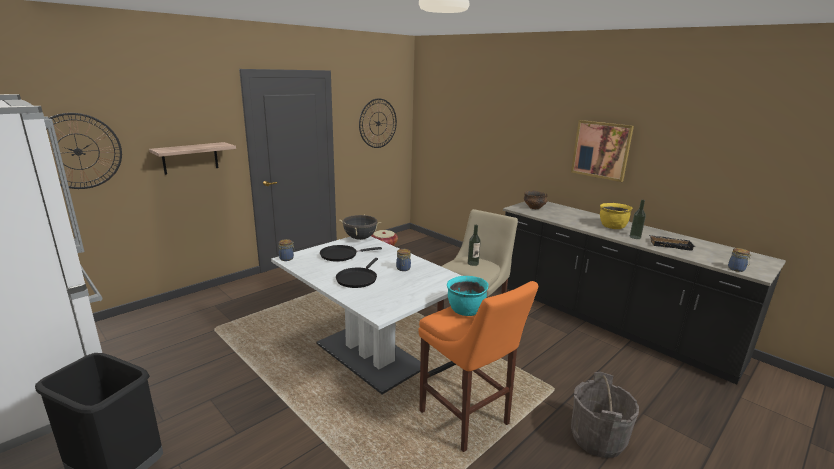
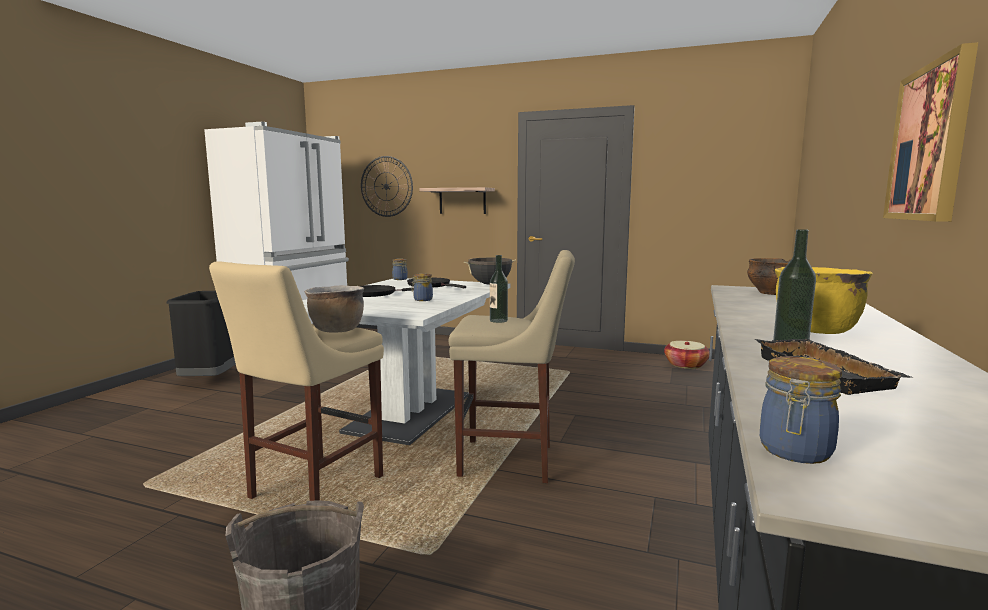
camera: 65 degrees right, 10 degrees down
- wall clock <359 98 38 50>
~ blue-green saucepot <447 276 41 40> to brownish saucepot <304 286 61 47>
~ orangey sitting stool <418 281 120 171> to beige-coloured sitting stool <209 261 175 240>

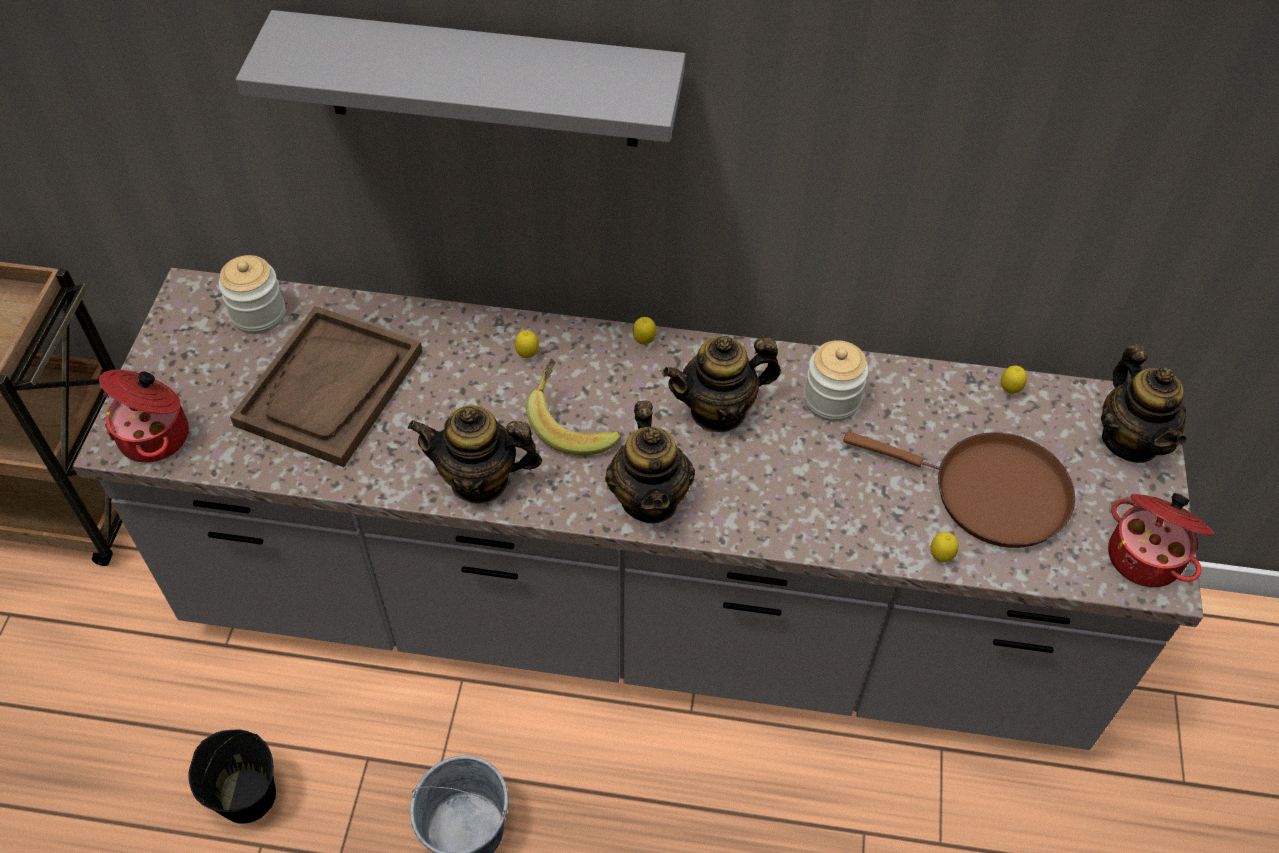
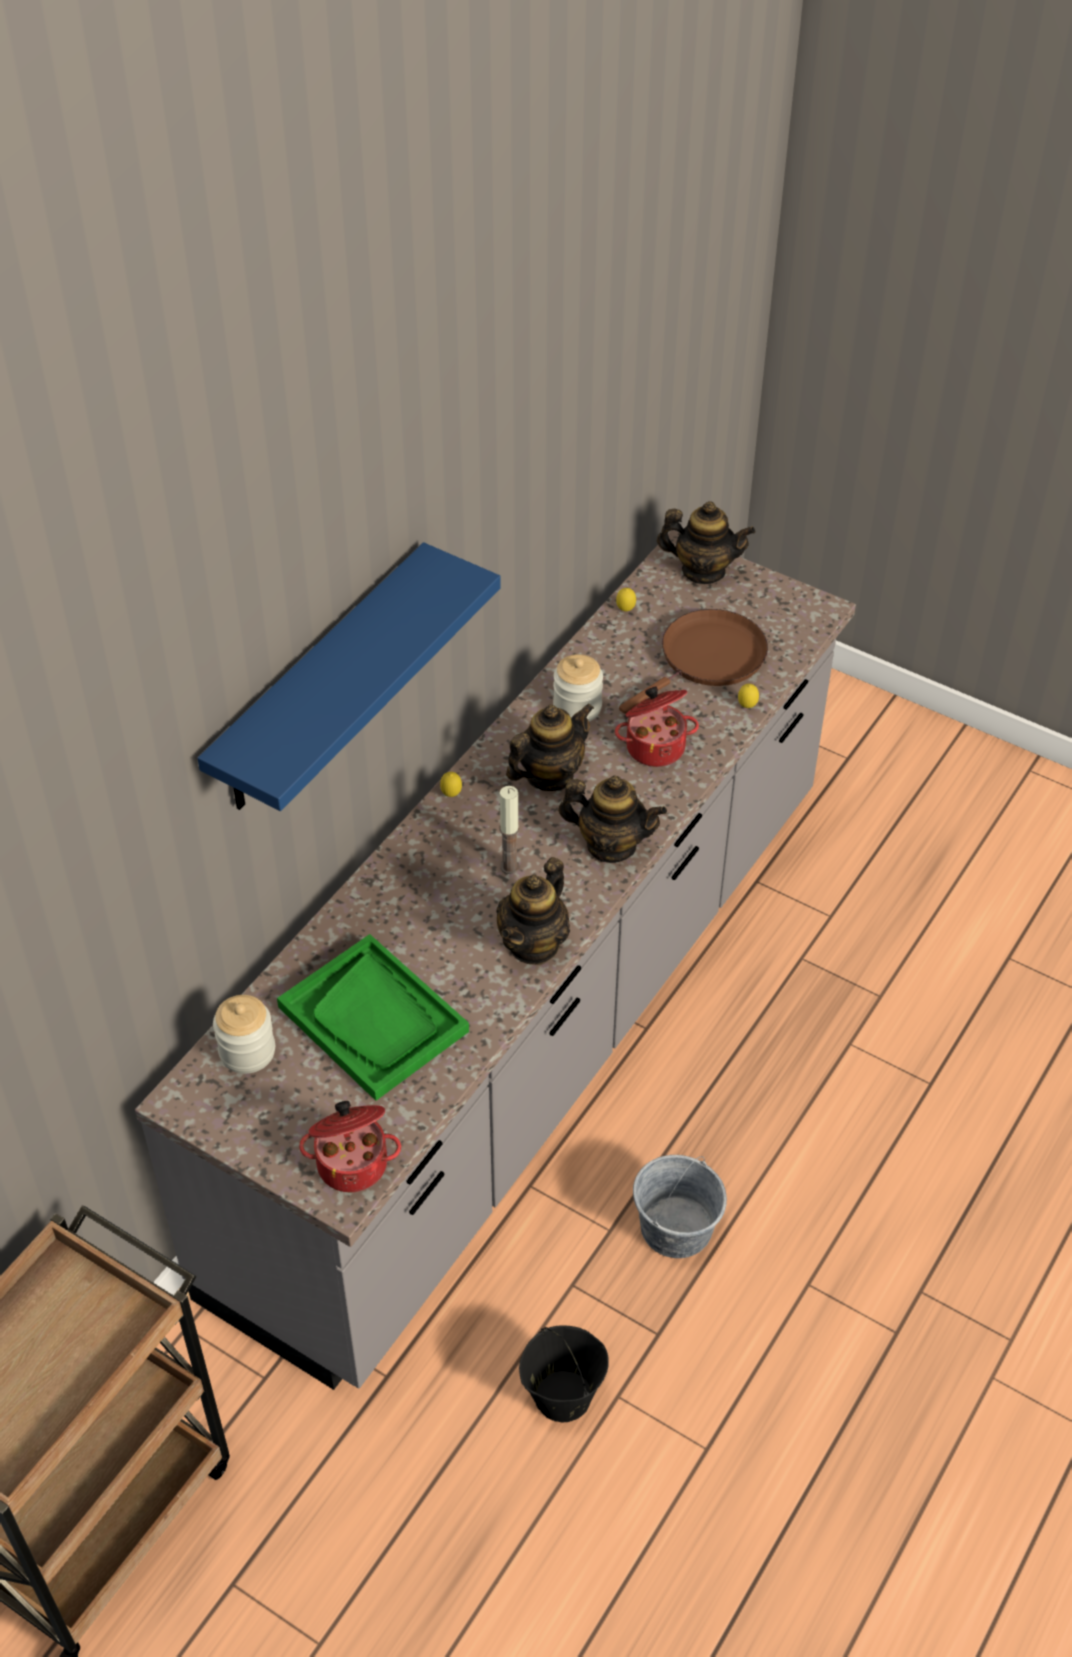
camera: 65 degrees left, 5 degrees down
~ gray wall shelf <236 10 449 137> to blue wall shelf <197 542 304 269>
~ brownish carrying tray <230 306 192 161> to greenish carrying tray <277 934 192 167>
- citrus fruit <515 330 24 28>
~ pot for tea <663 336 118 96> = <506 703 88 88> 135 degrees counterclockwise
~ banana <526 359 95 96> to candle <499 786 20 88>
~ saucepot <1108 493 106 94> to <615 686 84 81>

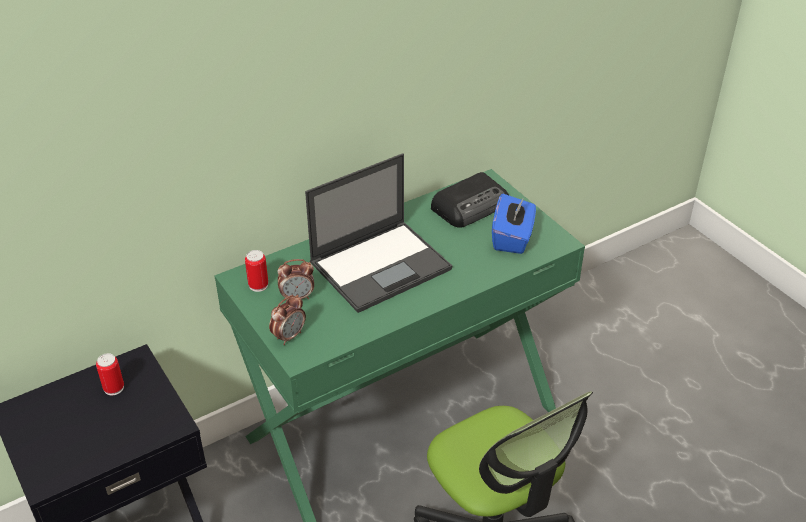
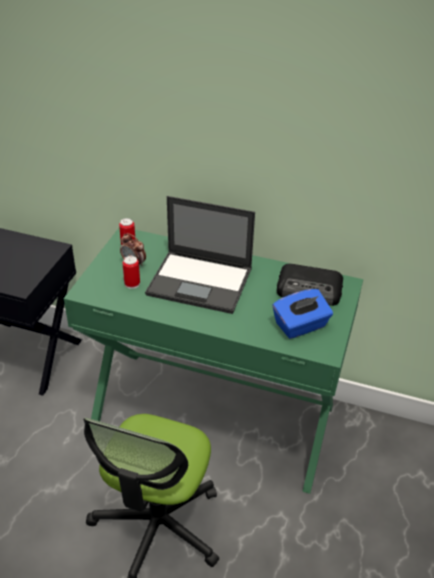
camera: 50 degrees right, 0 degrees up
- table clock <269 295 37 50>
~ sealed can <96 353 28 42> to <123 256 17 33>

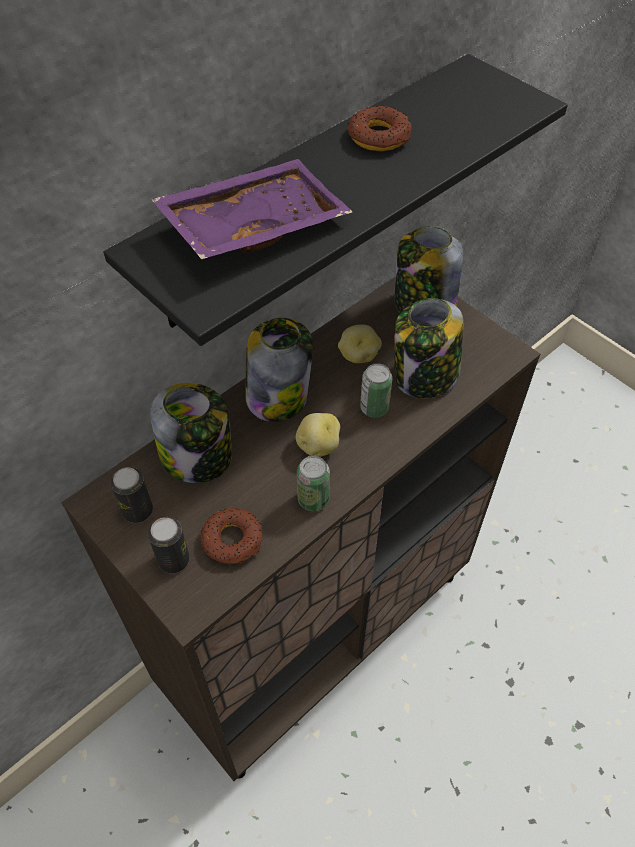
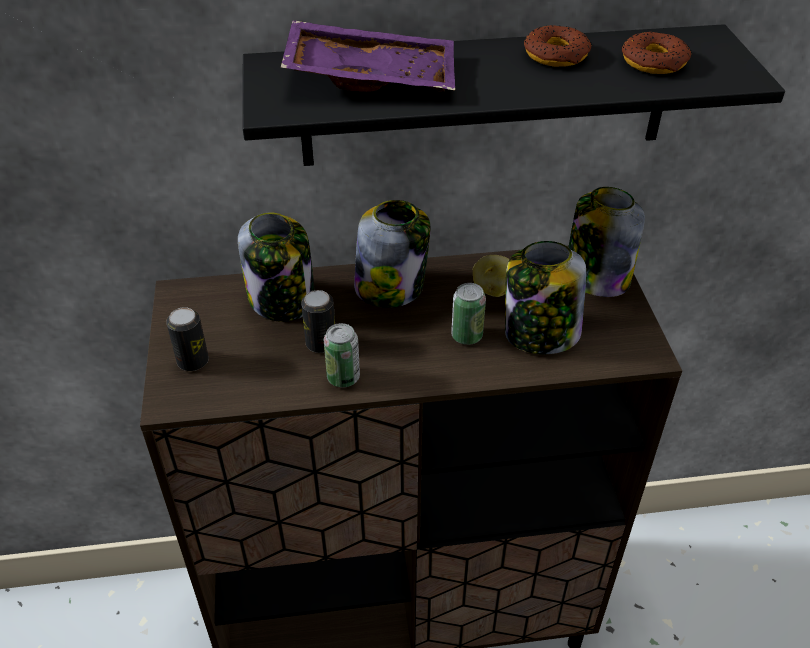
camera: 35 degrees right, 10 degrees down
- potato <296 413 44 44>
~ sealed can <111 467 42 56> to <301 290 34 63>
~ ring doughnut <200 508 63 56> to <622 32 70 42>

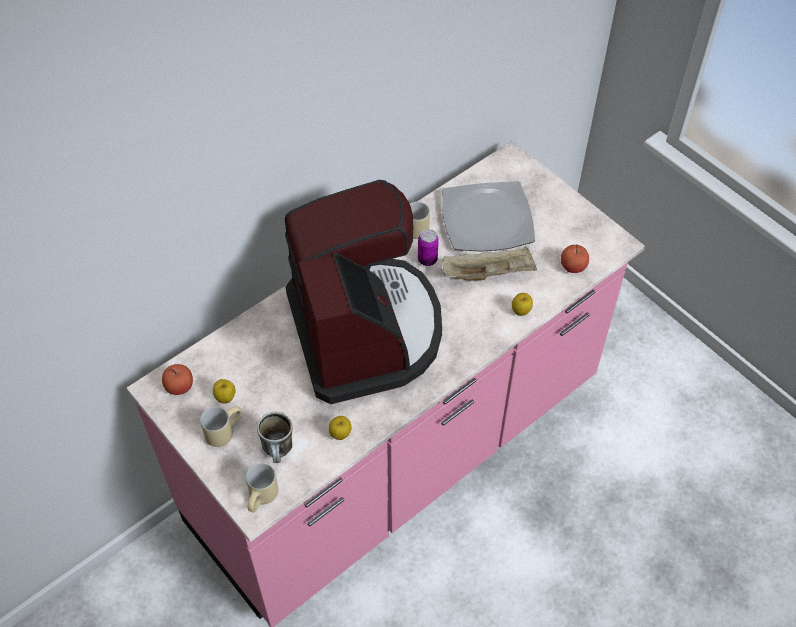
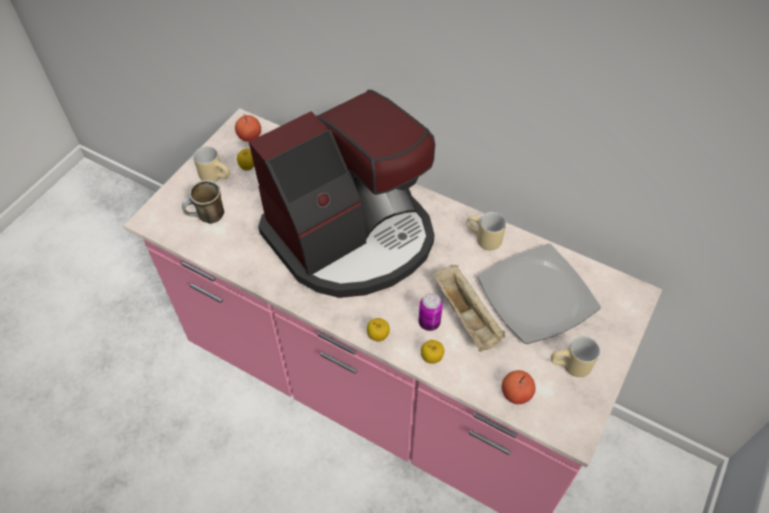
camera: 70 degrees right, 0 degrees up
~ sealed can <418 229 21 37> to <419 293 24 38>
~ whole apple <329 416 22 24> to <367 318 23 23>
~ beige-coloured tea mug <246 463 32 49> to <551 336 49 41>

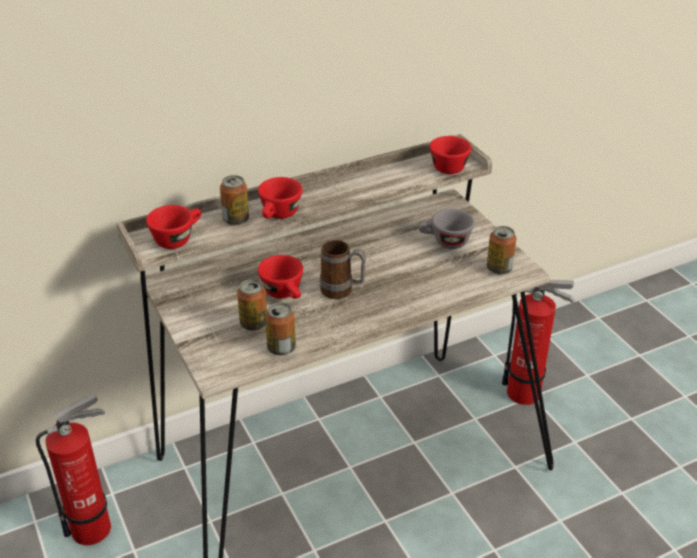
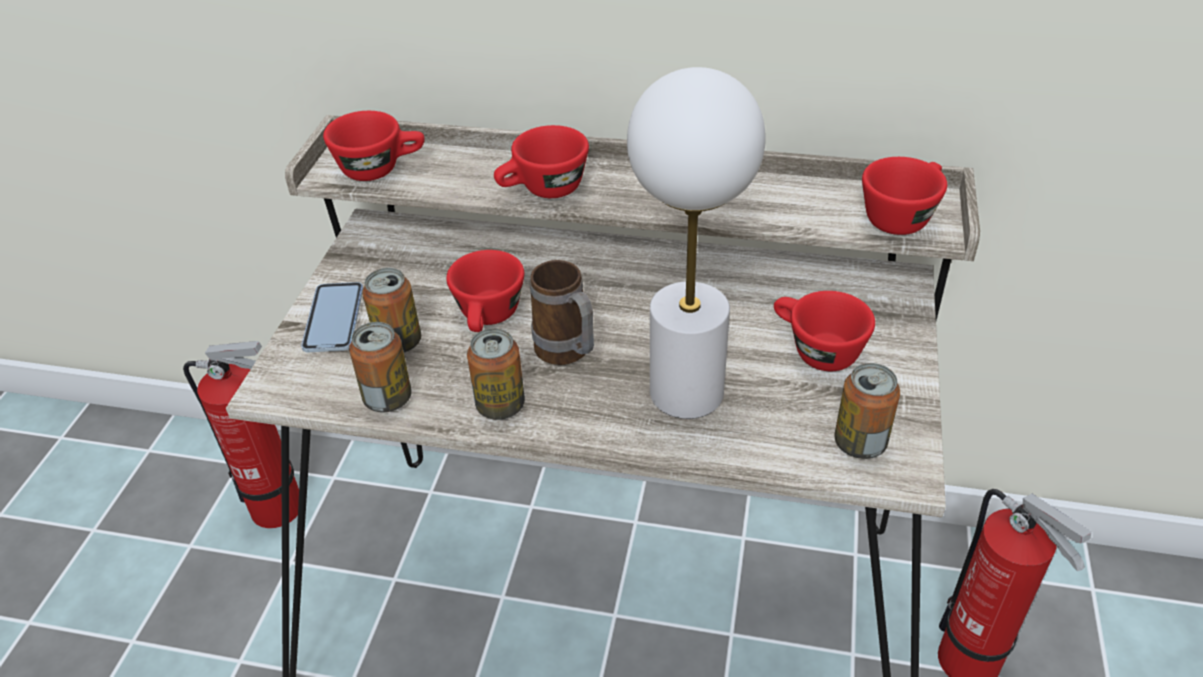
camera: 40 degrees right, 5 degrees up
~ sealed can <220 175 29 50> to <467 328 58 92>
~ gray small cup <419 209 56 40> to red small cup <774 291 101 80>
+ whitish table lamp <627 67 139 352>
+ telephone <301 282 62 70>

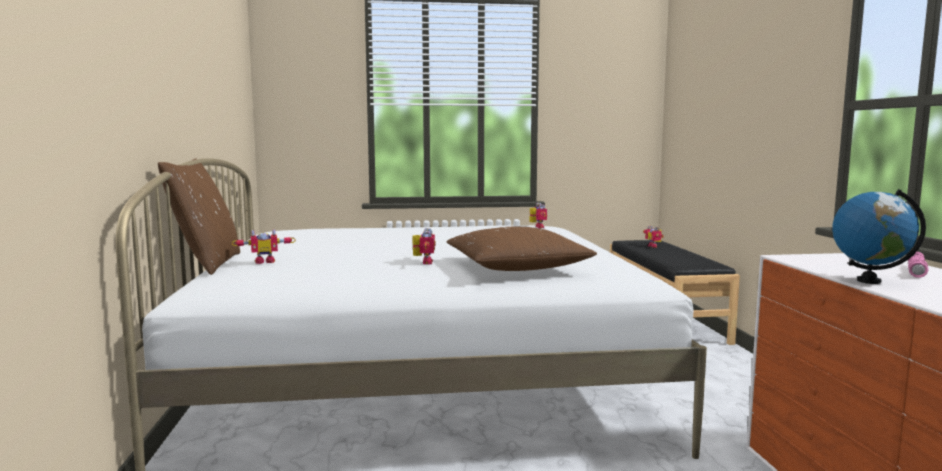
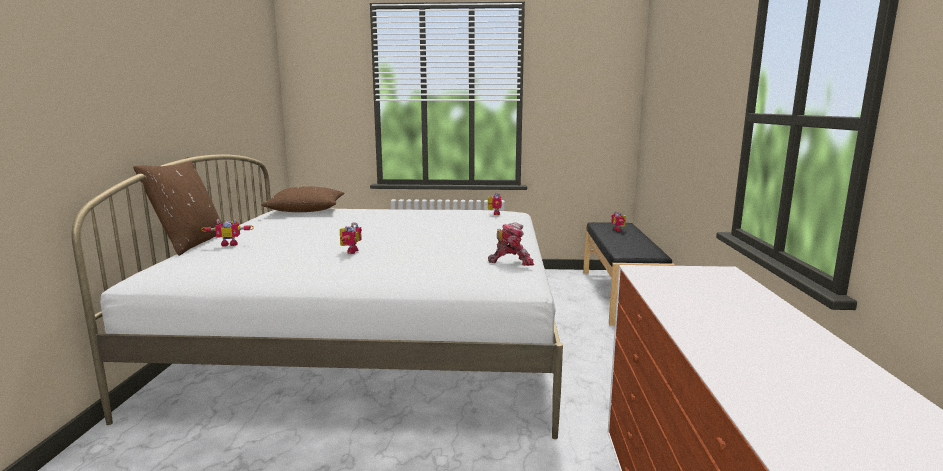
camera: 10 degrees right, 5 degrees up
- desk globe <832 189 94 95>
~ brownish pillow <447 227 150 44> to <261 186 83 26>
- pink torch <908 252 21 26>
+ model robot <488 222 46 44>

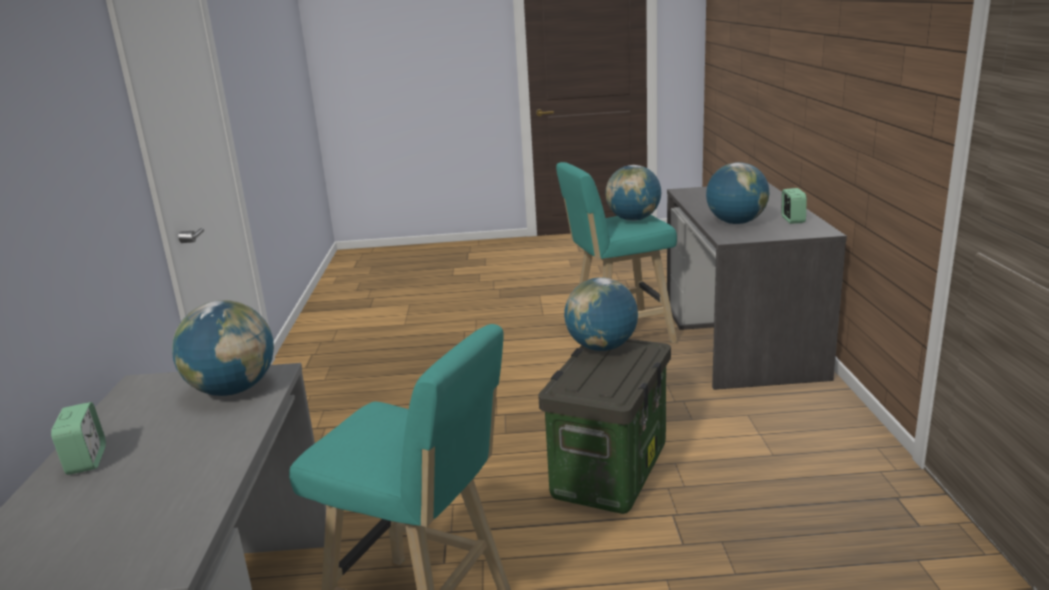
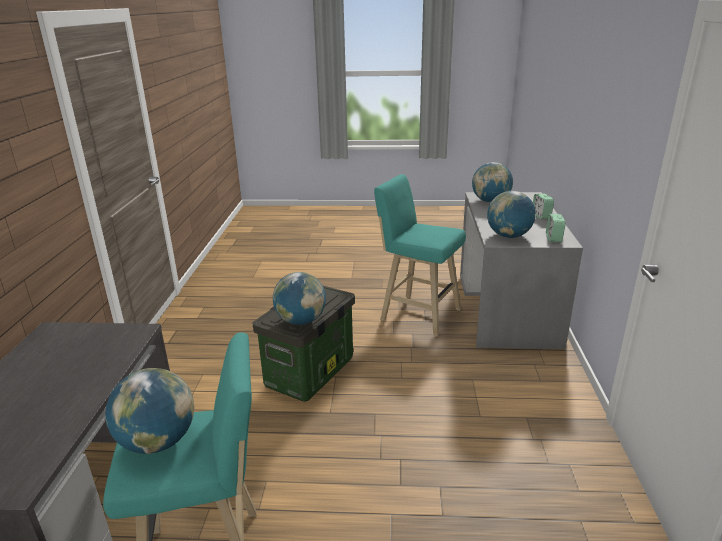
camera: 175 degrees left, 5 degrees up
~ desk globe <706 162 63 62> to <472 162 41 41>
~ table clock <782 188 25 36> to <546 214 20 28>

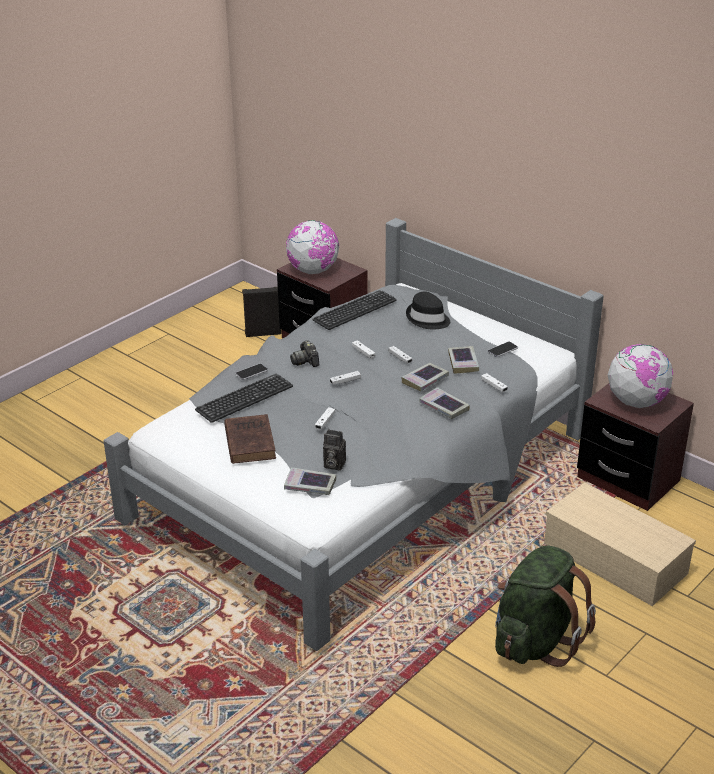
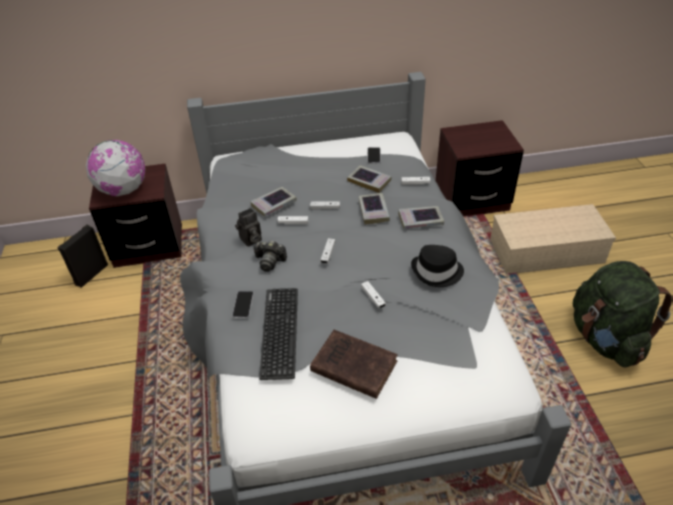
camera: 50 degrees left, 10 degrees up
- keyboard <312 290 85 40>
~ black wearable hat <406 291 44 38> to <411 245 53 42>
- desk globe <608 344 65 64>
~ photo camera <323 429 23 42> to <235 208 27 39>
~ book <284 467 52 28> to <250 187 47 30>

